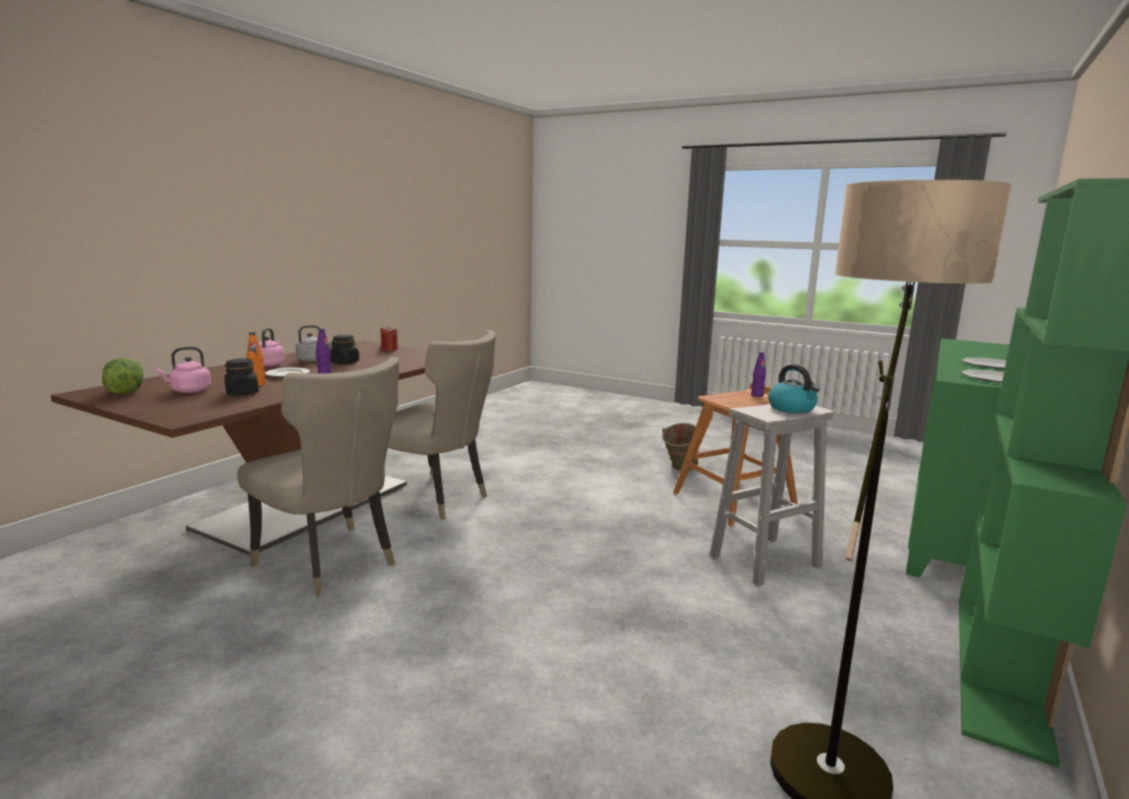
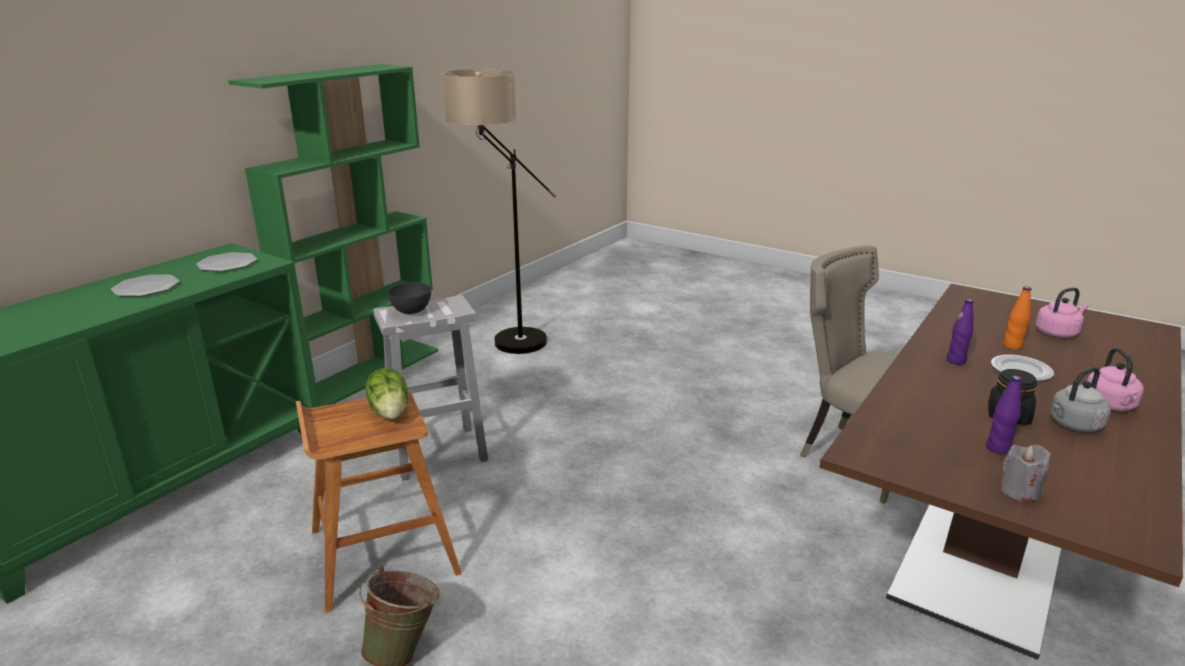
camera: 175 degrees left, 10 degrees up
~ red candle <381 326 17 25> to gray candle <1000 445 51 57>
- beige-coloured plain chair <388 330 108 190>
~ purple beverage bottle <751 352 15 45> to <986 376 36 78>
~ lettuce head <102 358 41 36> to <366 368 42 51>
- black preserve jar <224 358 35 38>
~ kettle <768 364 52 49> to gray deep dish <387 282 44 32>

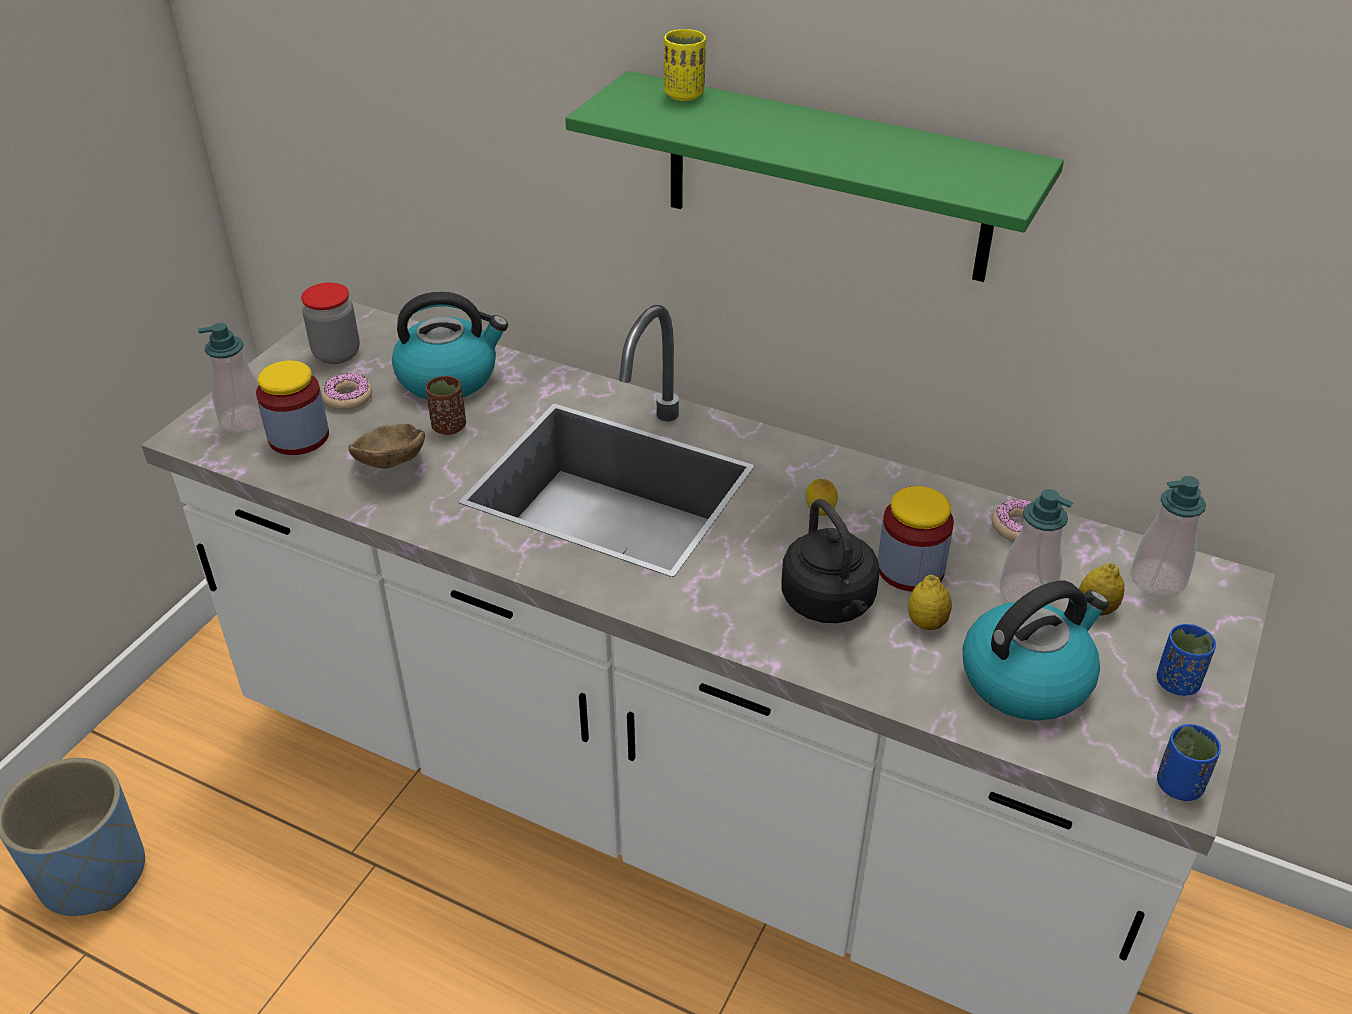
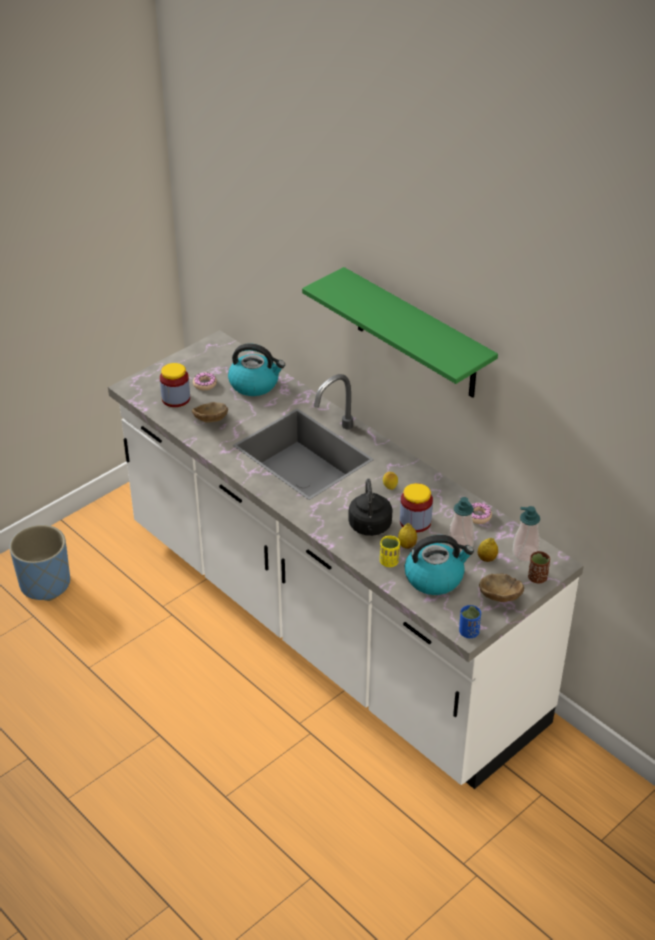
camera: 20 degrees right, 0 degrees up
~ yellow small cup <664 29 42 72> to <380 536 20 31>
- preserve jar <301 283 59 81>
- soap bottle <198 323 65 110>
~ brownish small cup <425 376 41 59> to <528 551 22 32>
~ blue small cup <1156 624 60 72> to brownish deep dish <479 573 45 29>

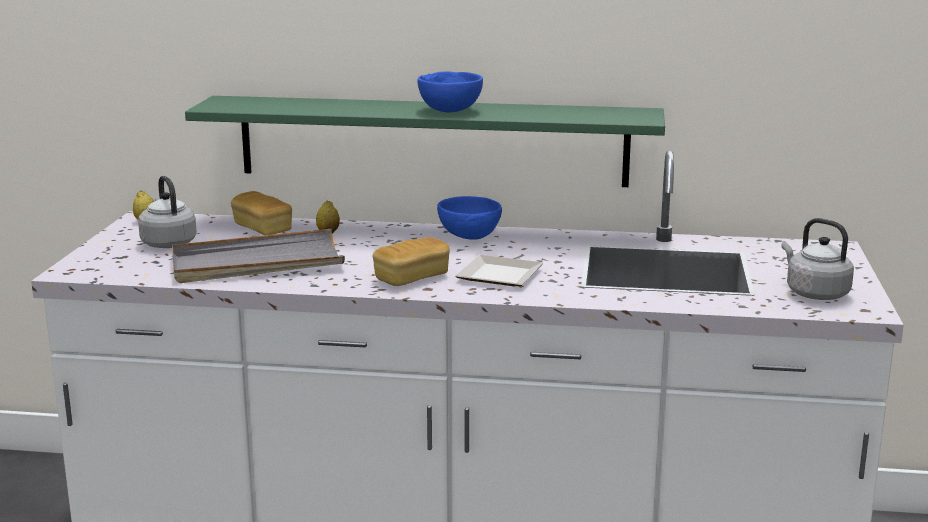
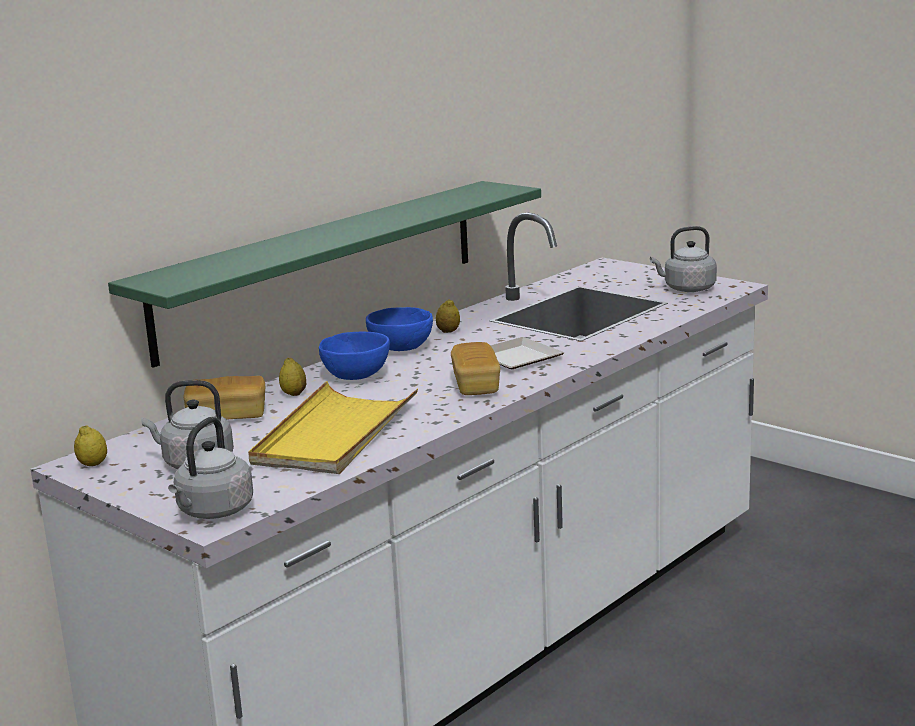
camera: 55 degrees left, 0 degrees up
~ blue deep dish <417 71 66 41> to <319 332 71 48>
~ gray carrying tray <172 229 173 54> to yellow carrying tray <248 381 170 93>
+ citrus fruit <436 299 24 34>
+ gray kettle <168 417 85 102>

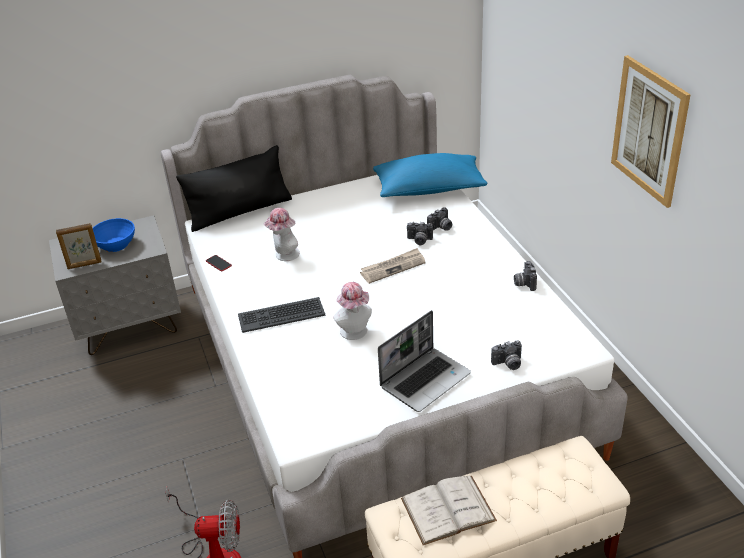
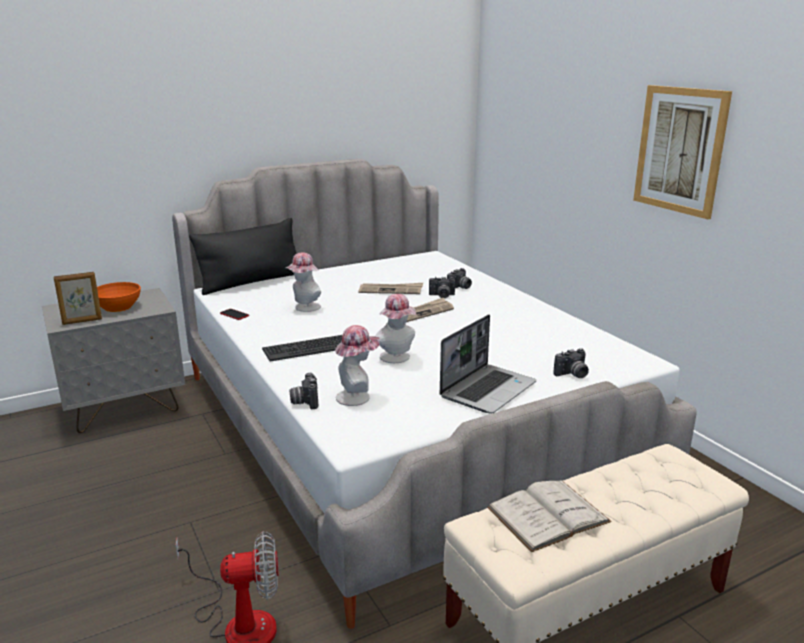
camera: 10 degrees left, 15 degrees down
- blue pillow <373 153 114 44>
~ blue deep dish <93 218 42 34> to orangey deep dish <97 282 44 30>
~ photo camera <514 261 23 30> to <289 373 29 36>
+ printed paper <359 283 64 11>
+ wearable hat <335 325 45 81>

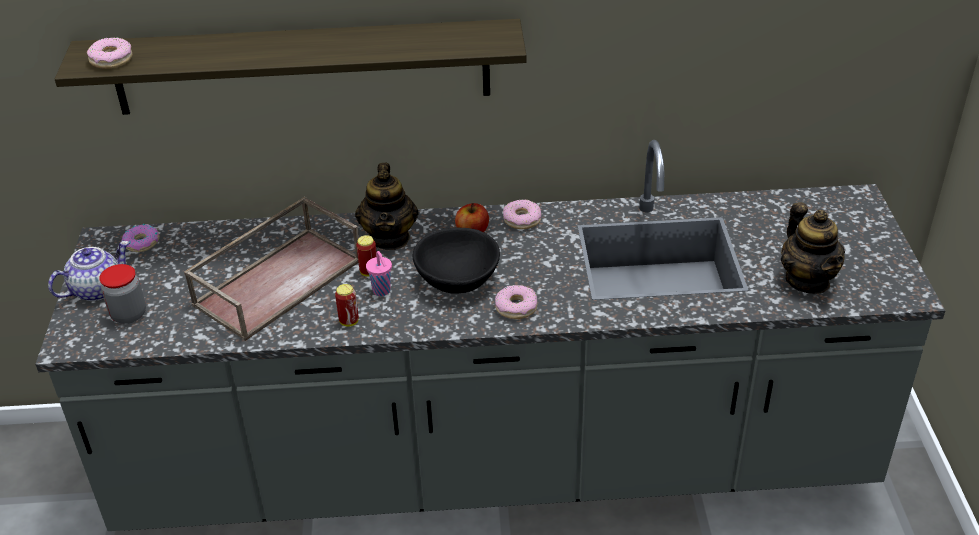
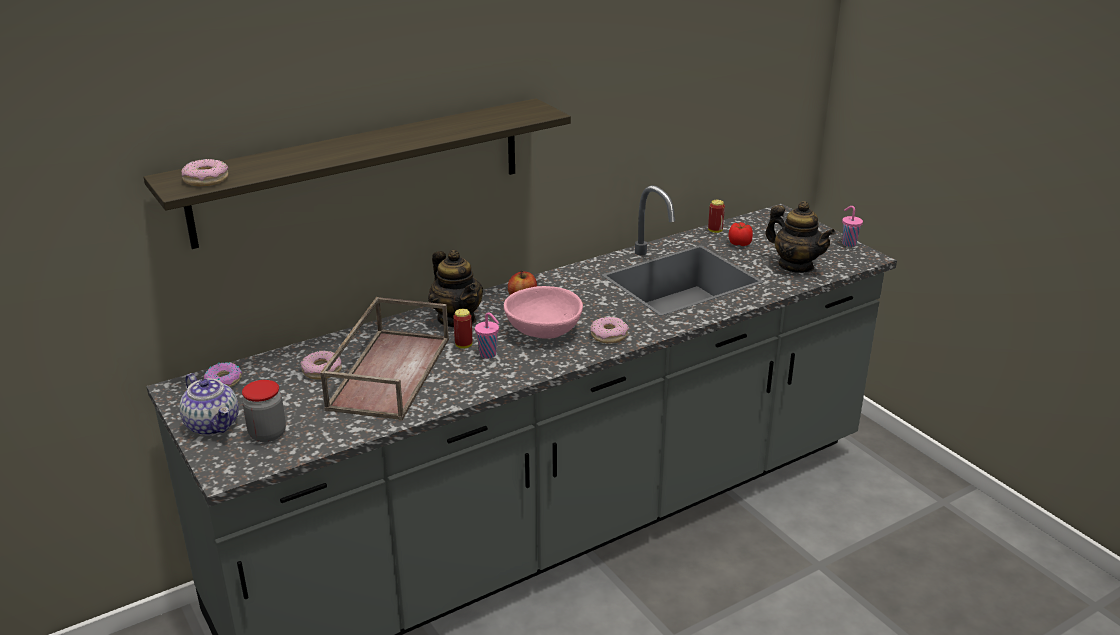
camera: 30 degrees left, 10 degrees down
~ ring doughnut <503 200 38 29> to <300 351 42 29>
~ black deep dish <413 228 87 66> to pink deep dish <504 286 79 53>
~ pot for tea <48 241 82 60> = <179 373 60 63> 120 degrees clockwise
~ sealed can <335 284 24 43> to <708 200 17 33>
+ pink small cup <842 206 21 41>
+ whole tomato <729 222 24 24>

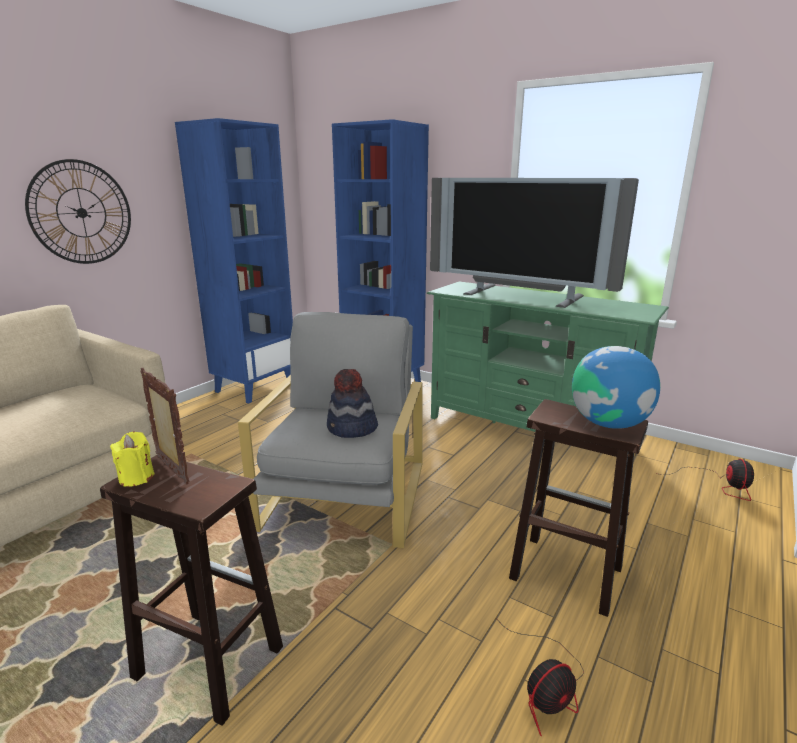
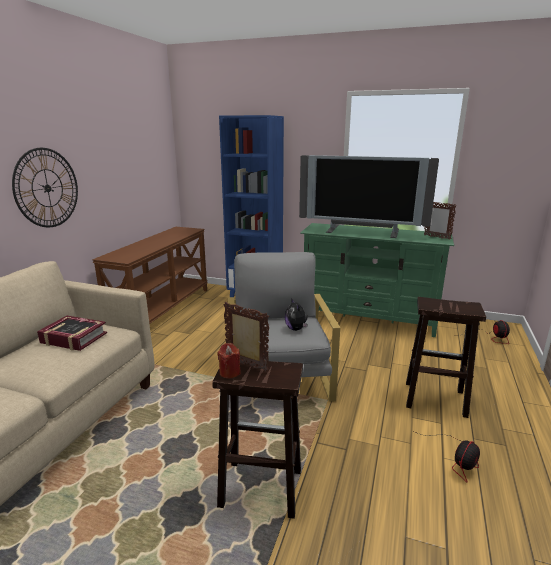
camera: 15 degrees left, 0 degrees up
~ blue bookshelf <175 118 118 286> to brownish narrow table <92 227 116 97>
- desk globe <572 346 88 83>
~ wearable hat <327 369 51 69> to plush toy <285 298 23 33>
~ yellow candle <110 432 44 55> to red candle <217 343 24 36>
+ photo frame <424 202 32 38>
+ book <37 316 70 35>

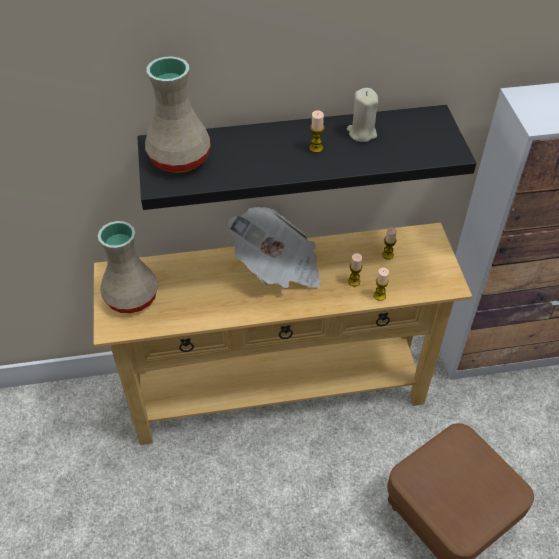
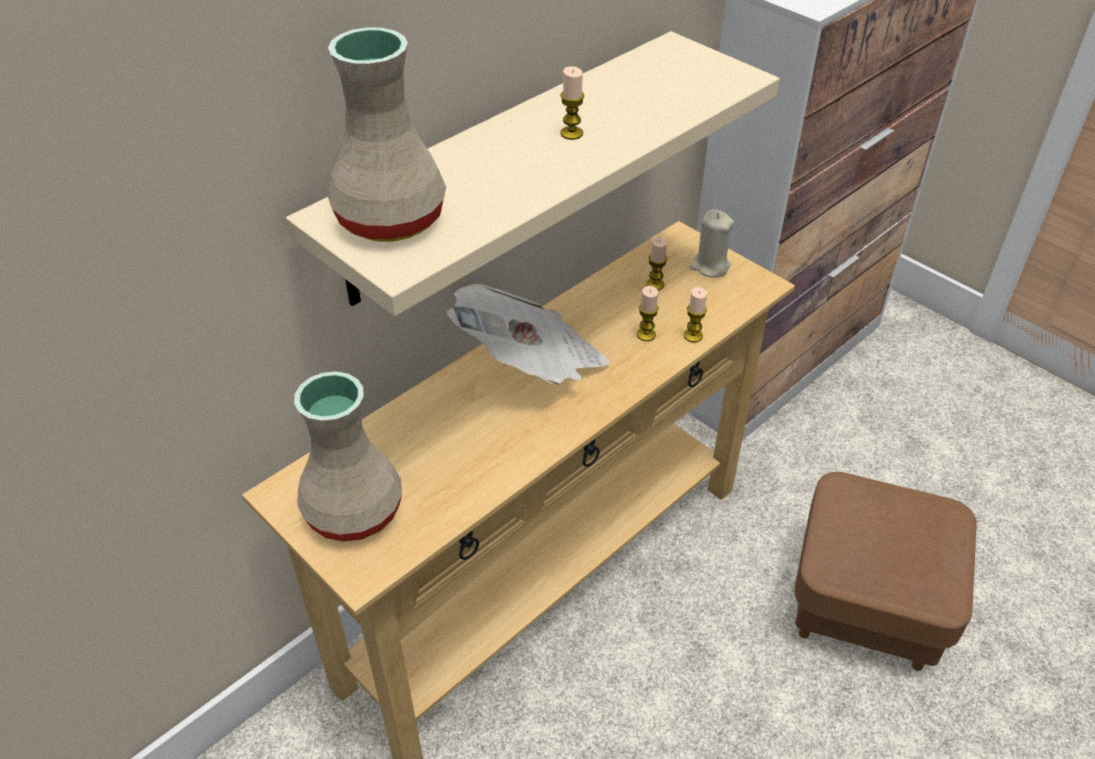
camera: 35 degrees left, 5 degrees down
~ beige-coloured candle <347 88 31 54> to <690 209 44 68>
~ black wall shelf <137 105 339 105> to beige-coloured wall shelf <286 31 494 285>

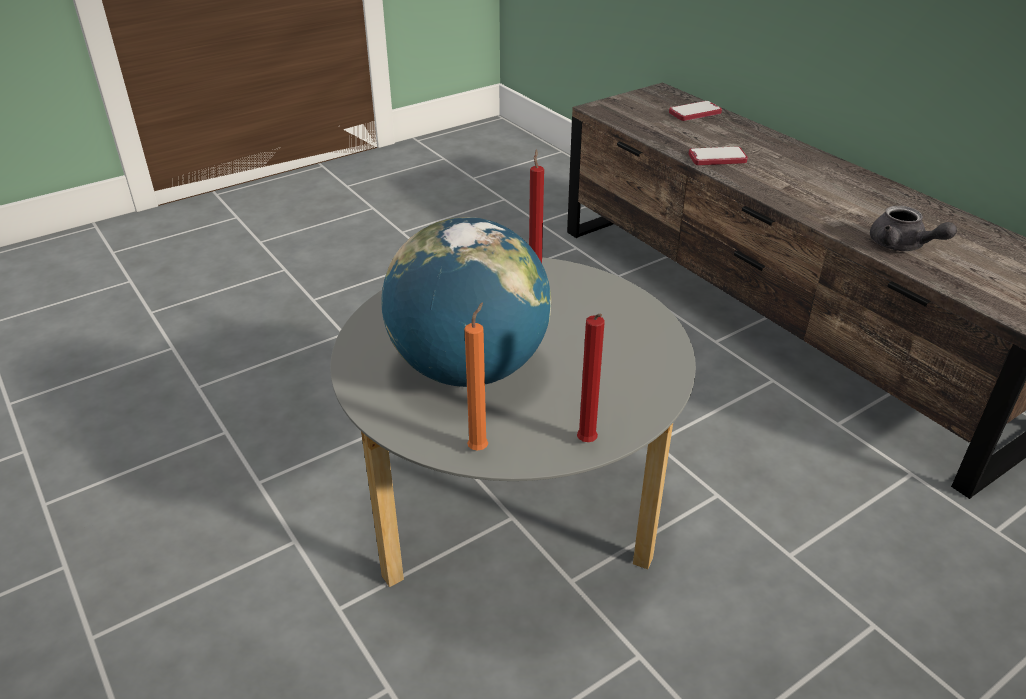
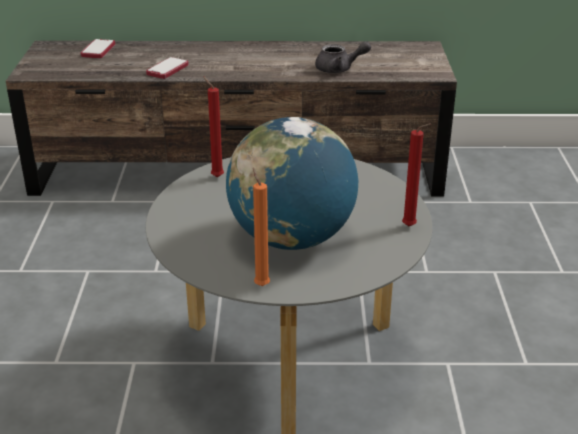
camera: 55 degrees left, 5 degrees down
~ orangey candle <464 303 24 148> to <253 168 17 118>

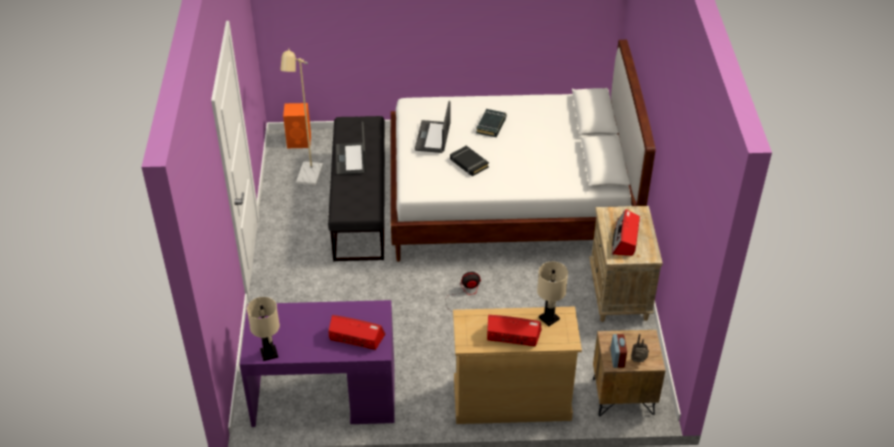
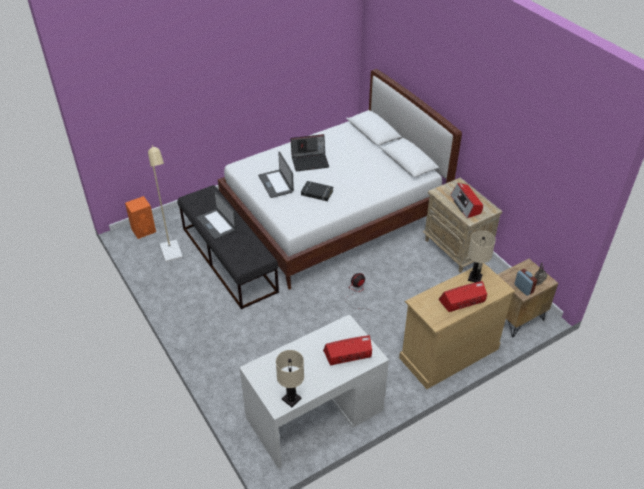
camera: 30 degrees left, 0 degrees up
~ black book <476 109 30 28> to laptop <290 134 39 37>
~ purple desk table <239 300 156 127> to whitish desk table <239 314 150 155>

